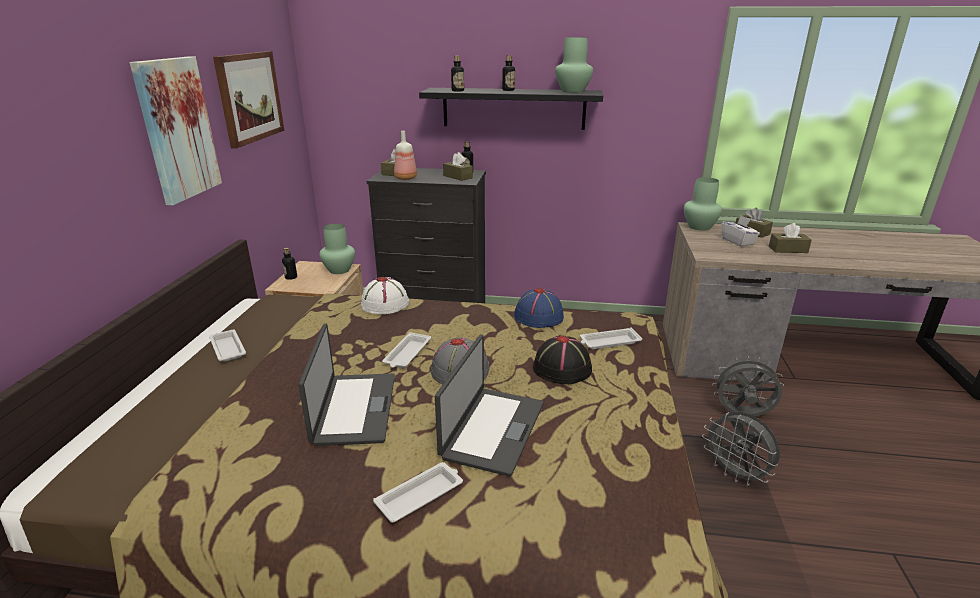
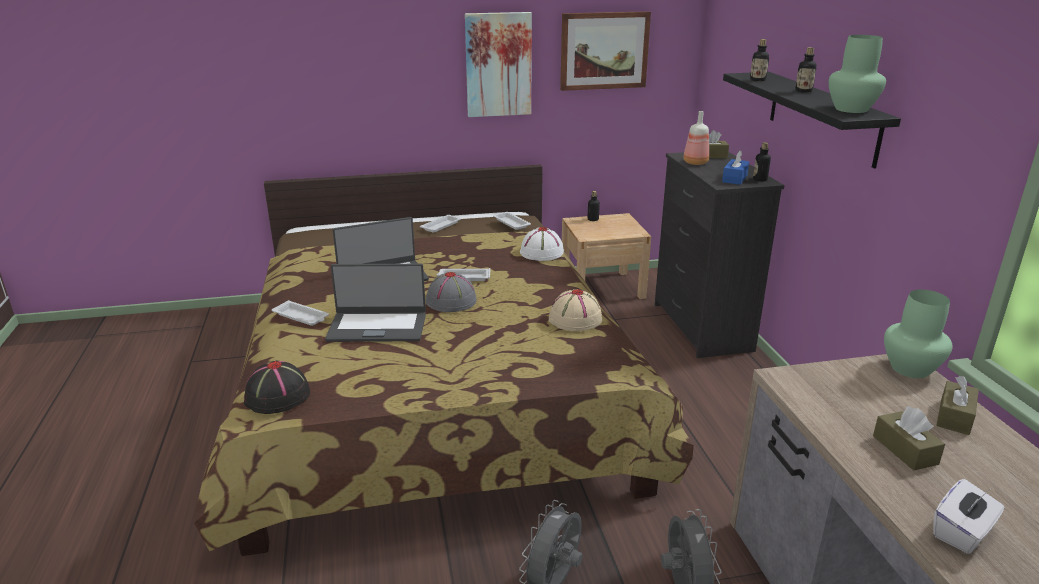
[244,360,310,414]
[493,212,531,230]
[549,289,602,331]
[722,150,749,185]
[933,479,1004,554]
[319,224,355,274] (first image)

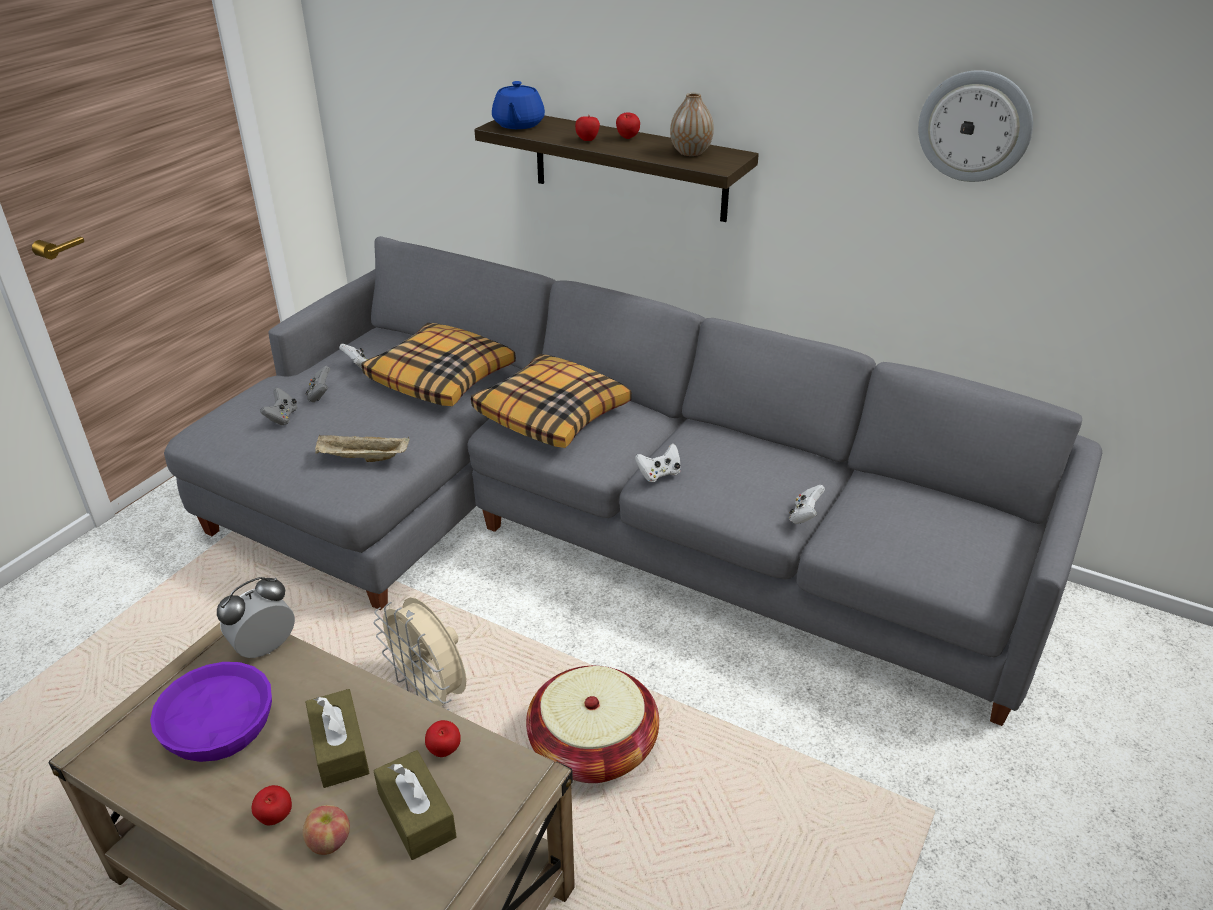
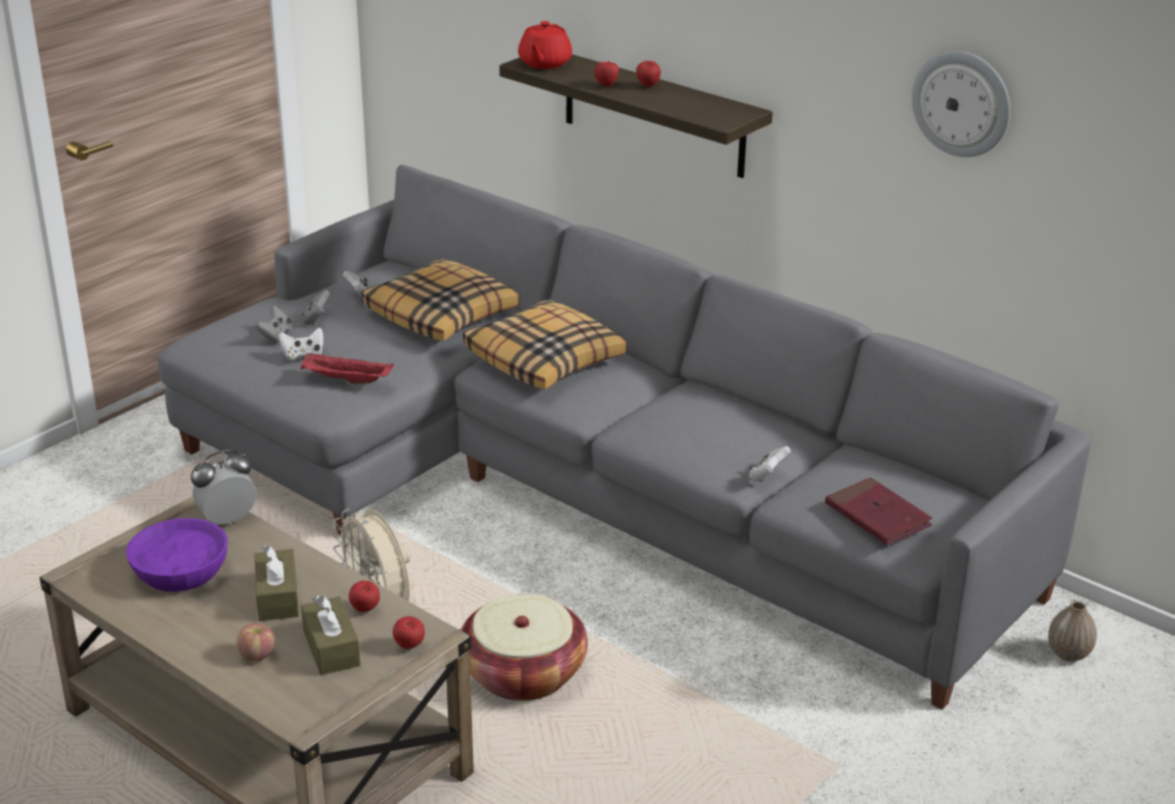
[279,327,323,360]
[301,352,394,384]
[393,616,425,649]
[518,21,572,69]
[825,477,933,545]
[1048,601,1097,662]

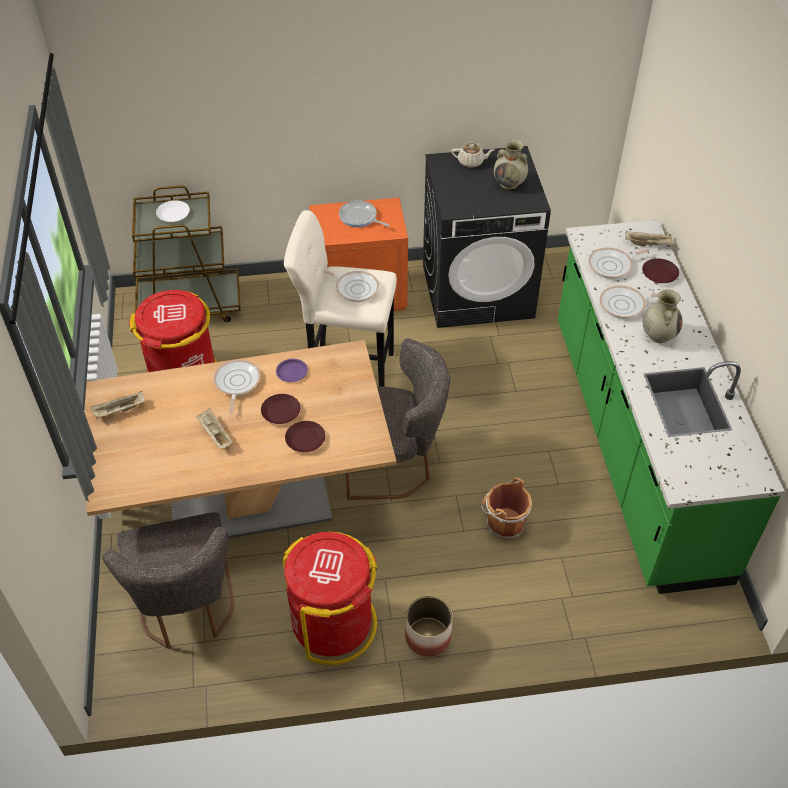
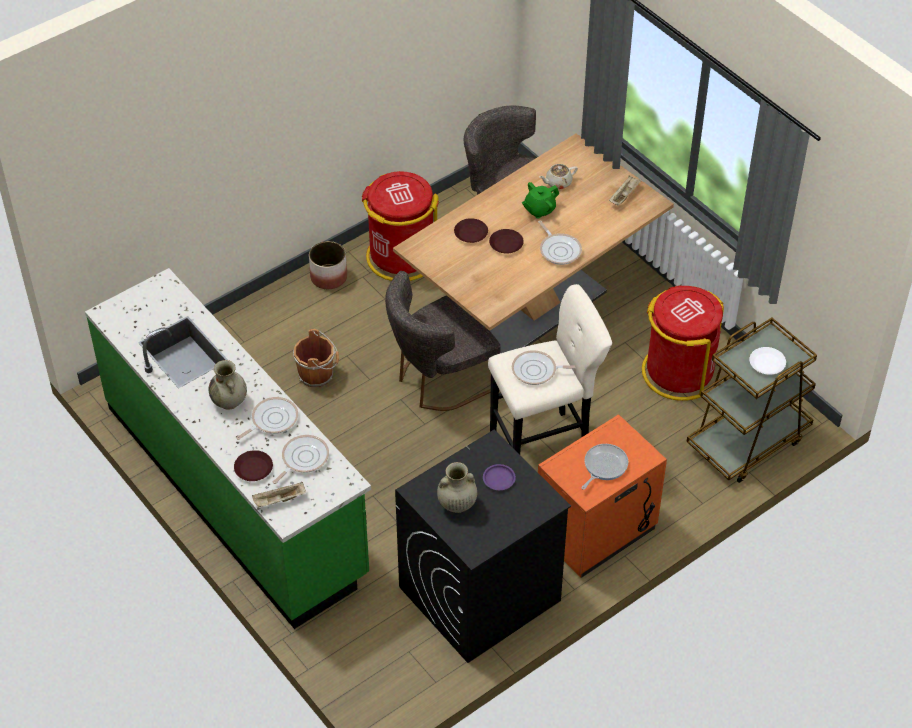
[483,464,516,490]
[522,182,559,219]
[539,164,578,189]
[581,444,628,490]

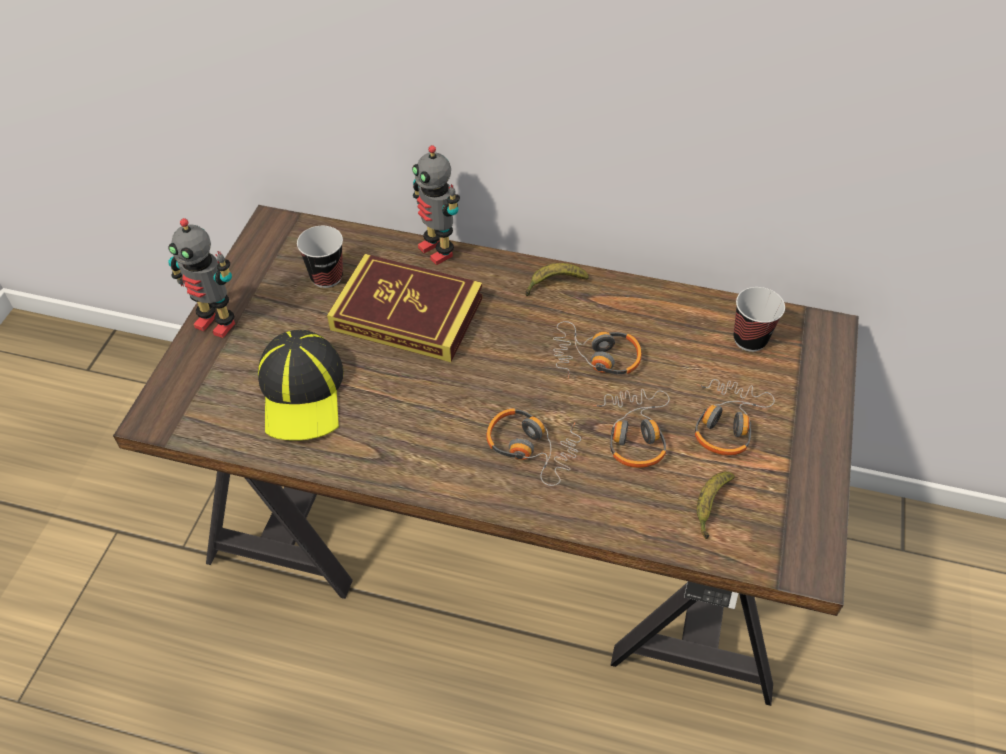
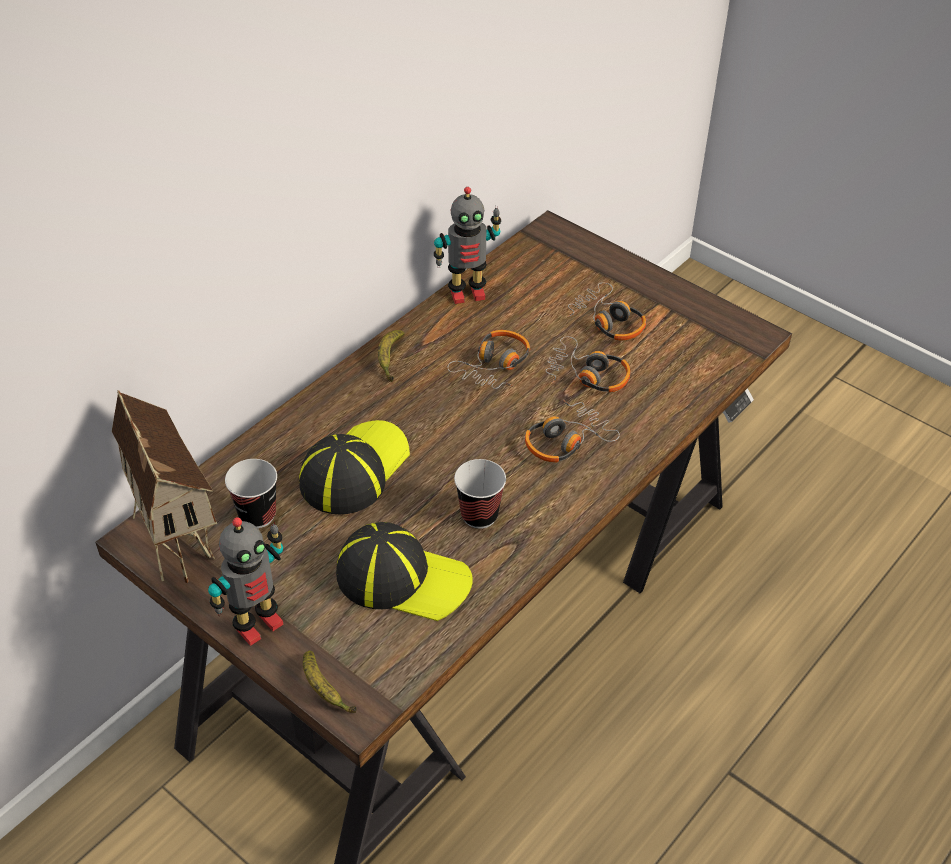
[112,390,217,583]
[299,420,410,514]
[303,650,357,713]
[434,187,501,304]
[454,459,506,529]

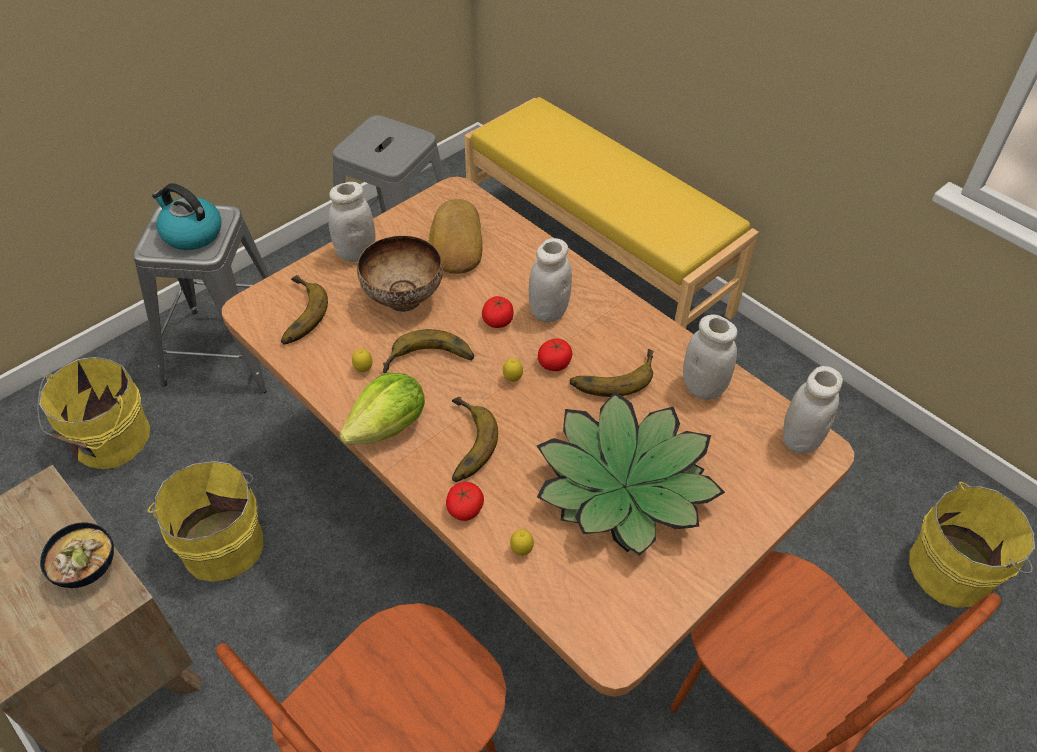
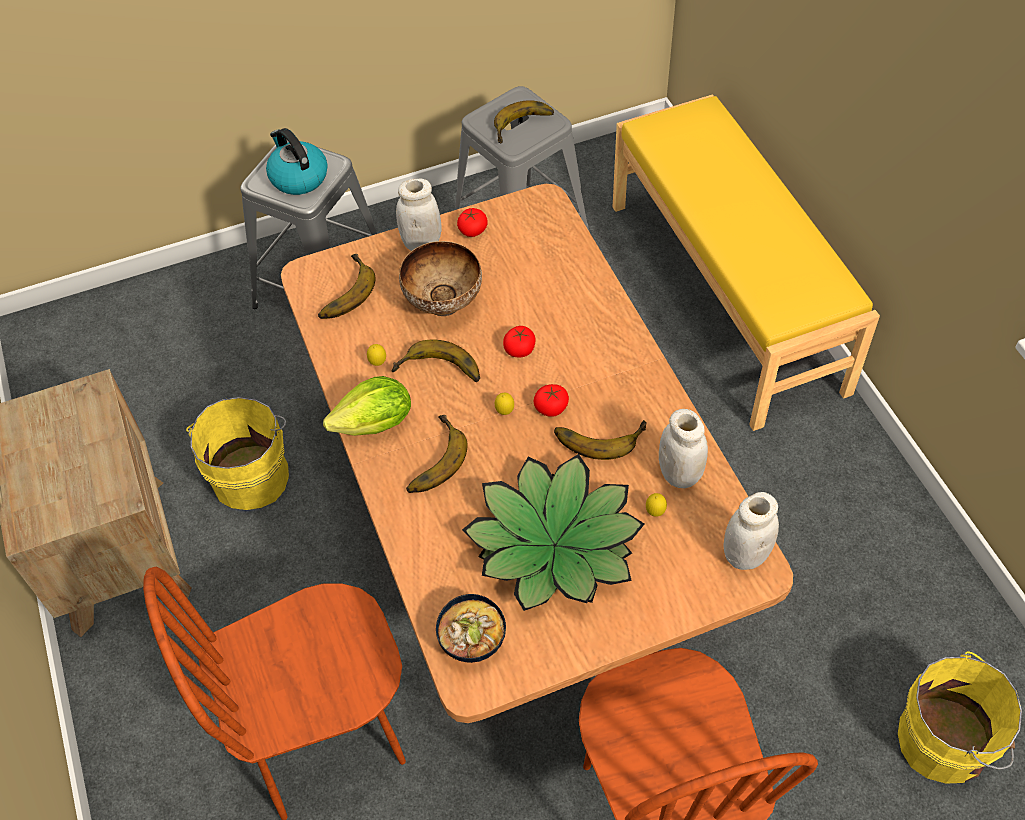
[436,594,506,663]
[457,208,488,237]
[494,100,554,144]
[646,493,667,517]
[37,357,150,469] (first image)
[429,199,483,274] (first image)
[529,238,572,322] (first image)

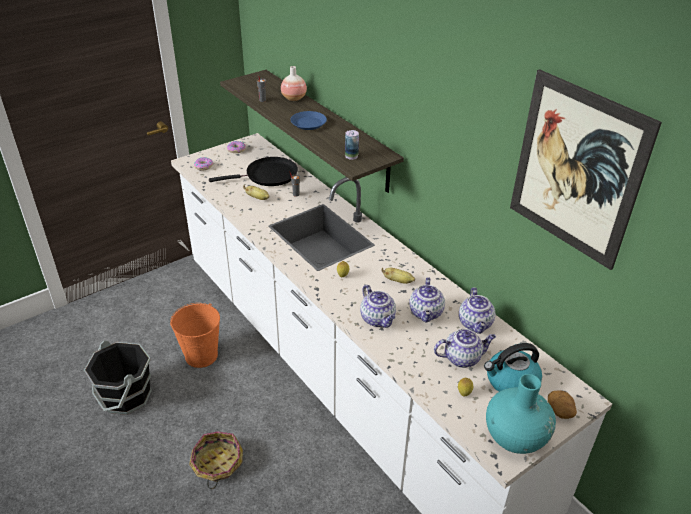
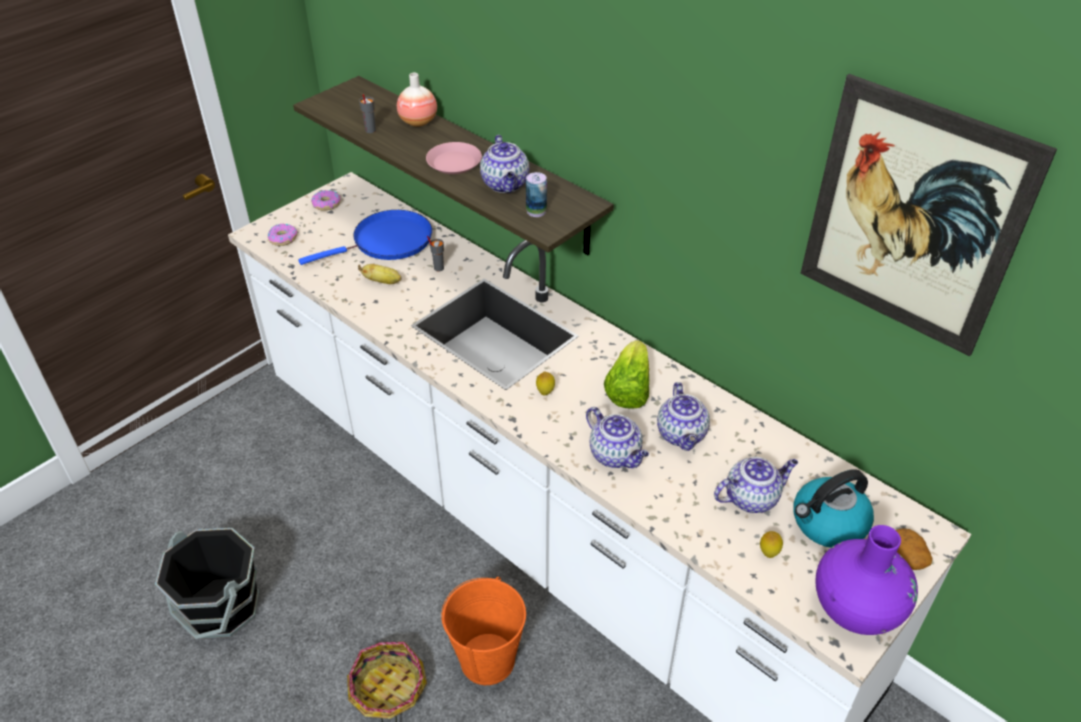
[299,210,432,265]
[426,142,482,174]
[441,577,526,685]
[480,135,529,193]
[604,340,649,409]
[815,525,918,635]

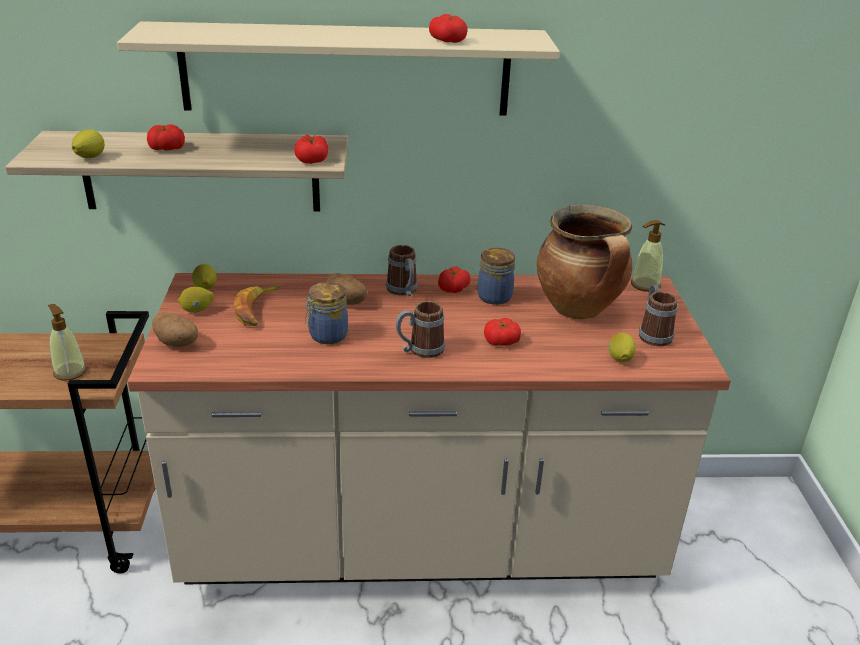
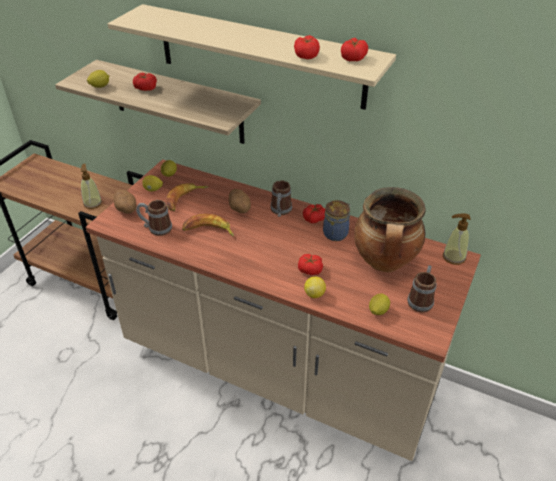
[136,200,172,236]
[182,214,234,237]
[304,277,326,298]
[341,38,368,61]

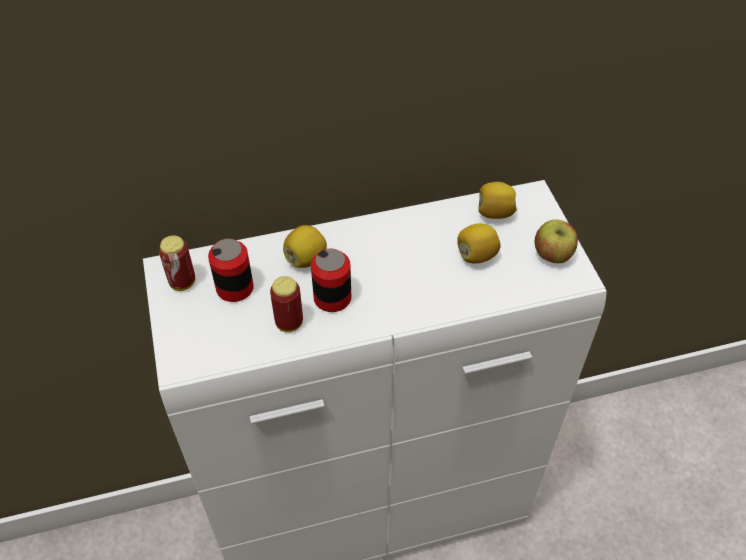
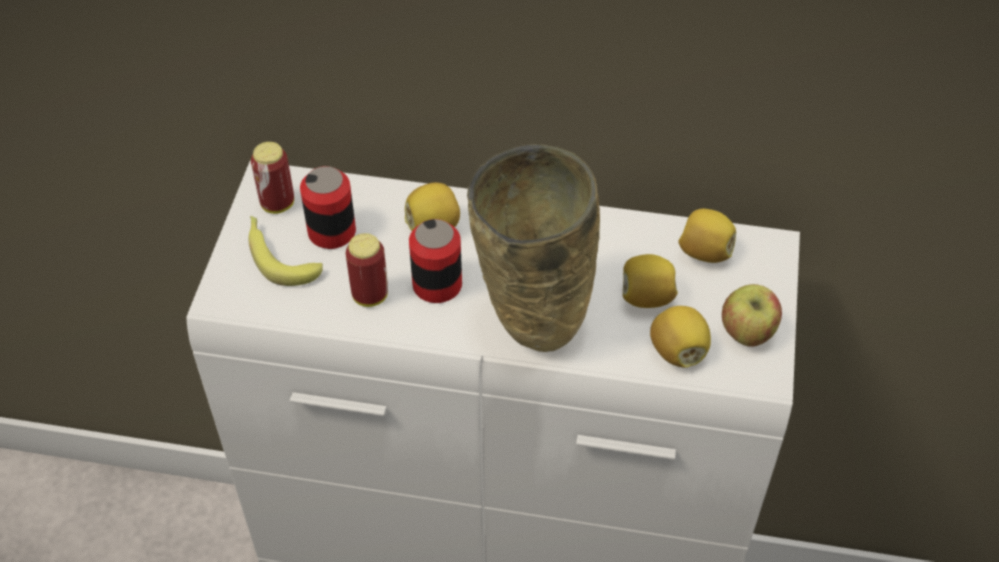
[249,216,323,286]
[467,144,600,352]
[650,306,711,368]

